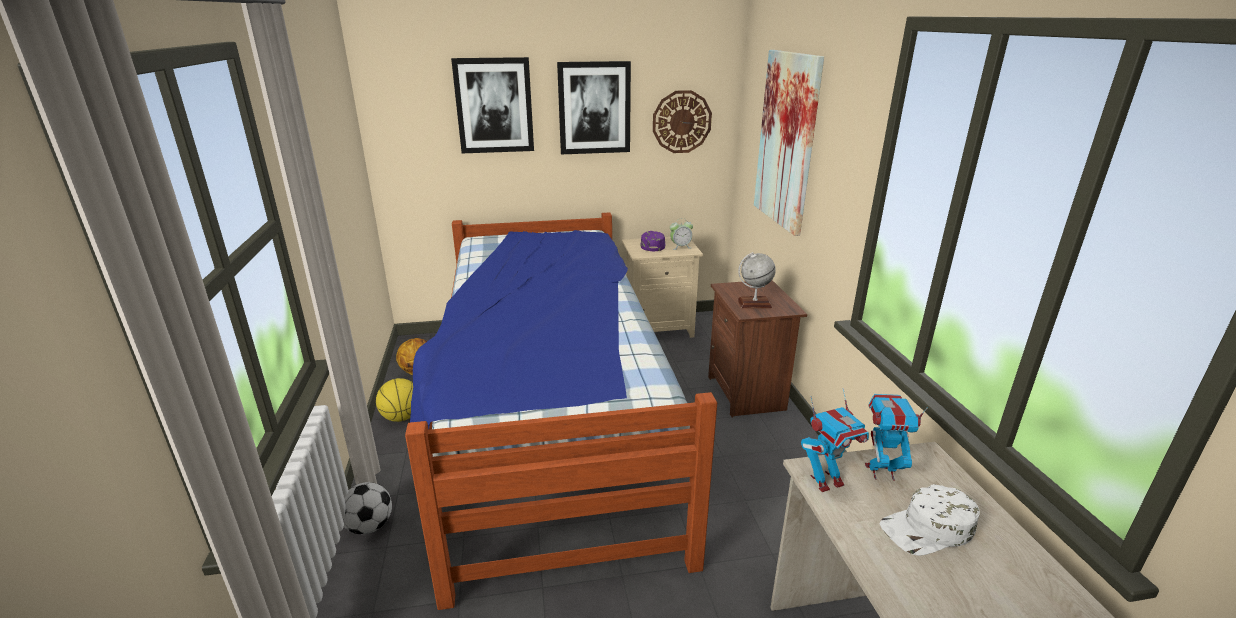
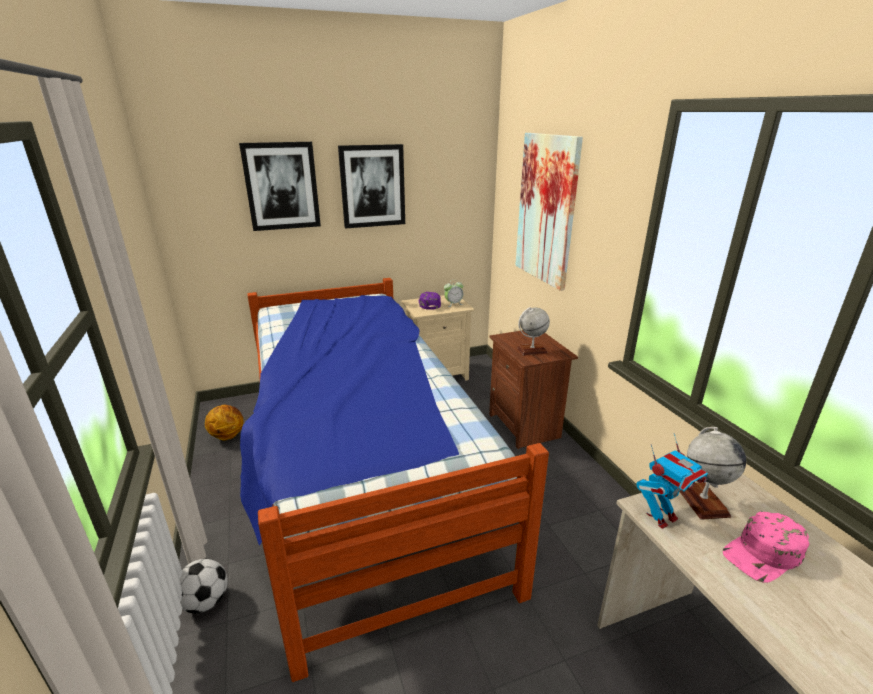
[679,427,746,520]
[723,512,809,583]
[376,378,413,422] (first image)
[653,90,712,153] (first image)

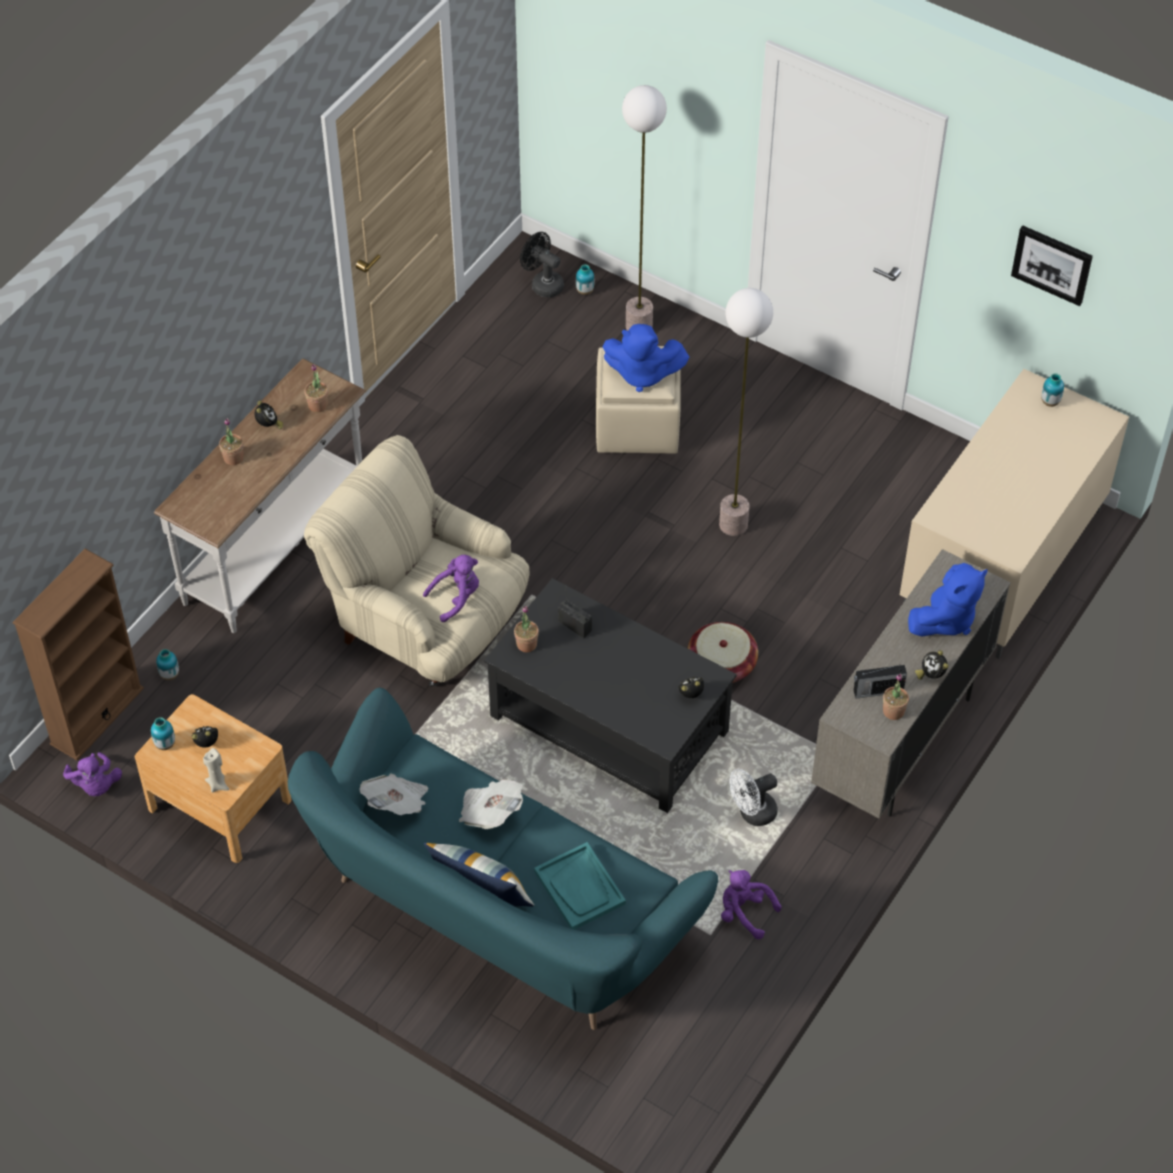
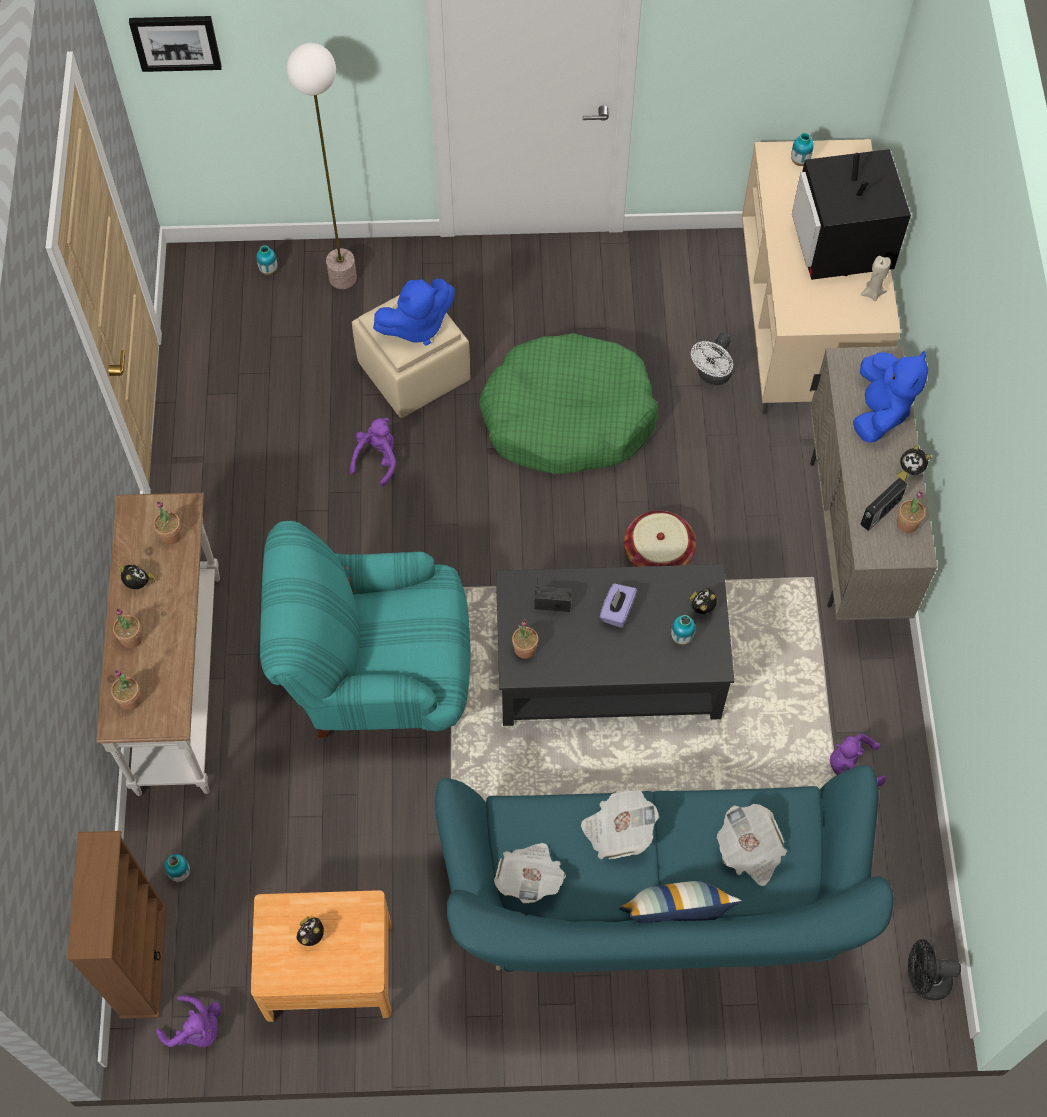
[111,670,141,710]
[129,16,222,72]
[260,521,470,738]
[349,418,396,487]
[479,333,658,474]
[600,583,637,628]
[671,615,695,645]
[691,333,733,385]
[717,804,787,886]
[792,149,911,280]
[861,256,891,301]
[908,939,961,1001]

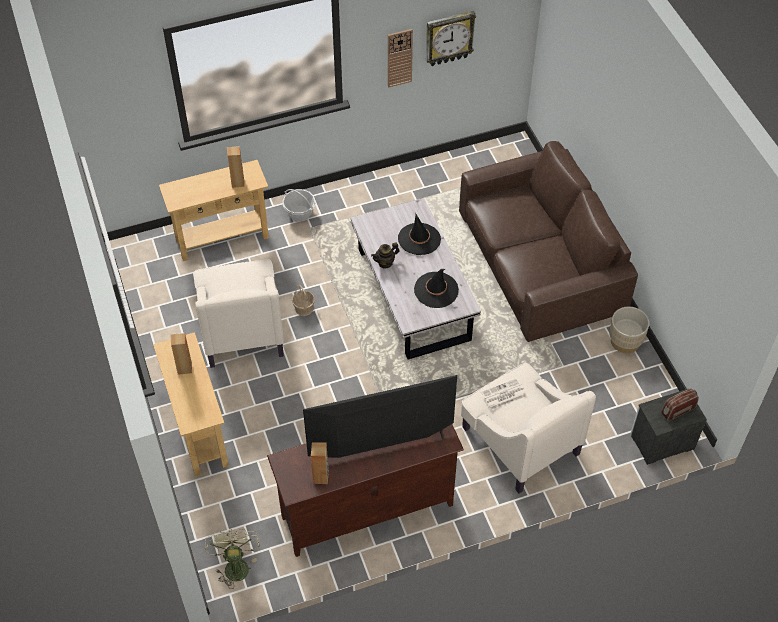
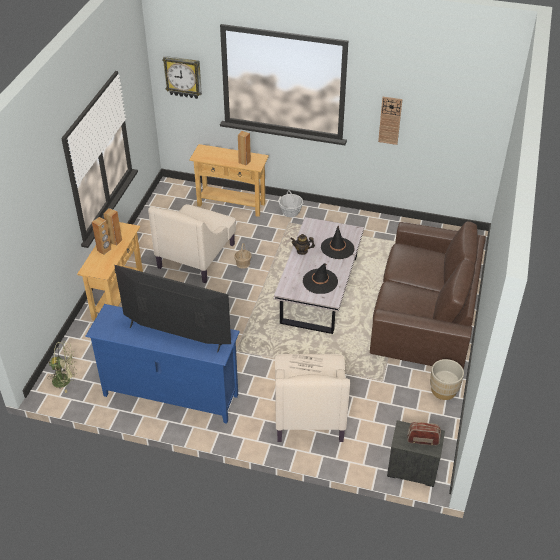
[47,342,77,393]
[85,304,240,424]
[92,217,111,255]
[162,56,202,99]

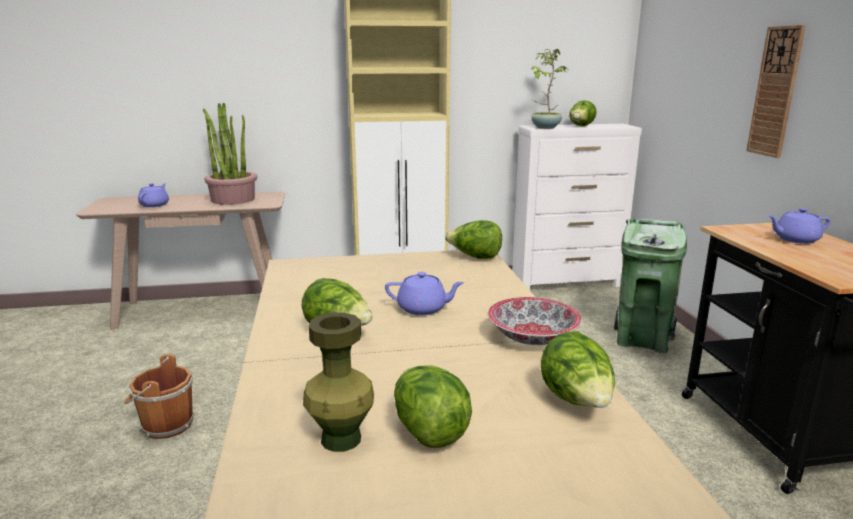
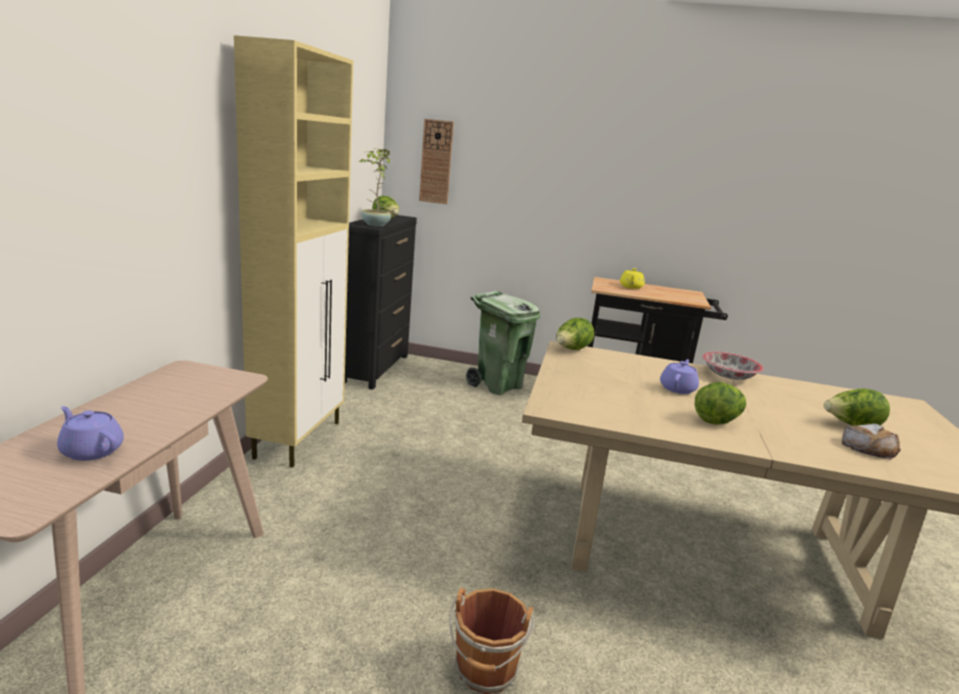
[345,215,417,390]
[419,119,454,204]
[620,268,645,289]
[842,423,901,460]
[203,102,257,205] (first image)
[541,331,615,408] (first image)

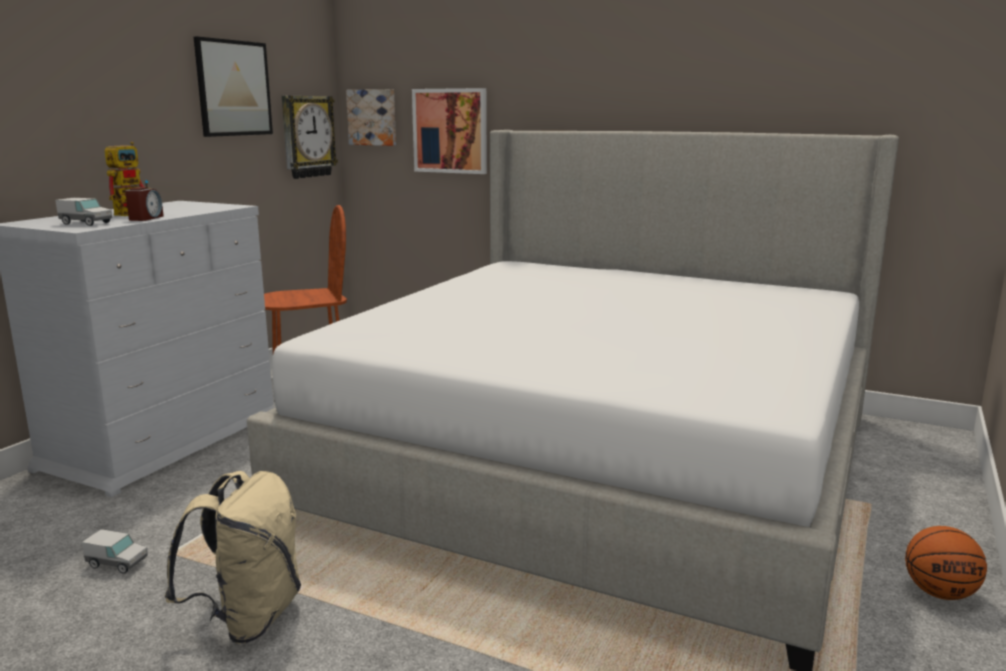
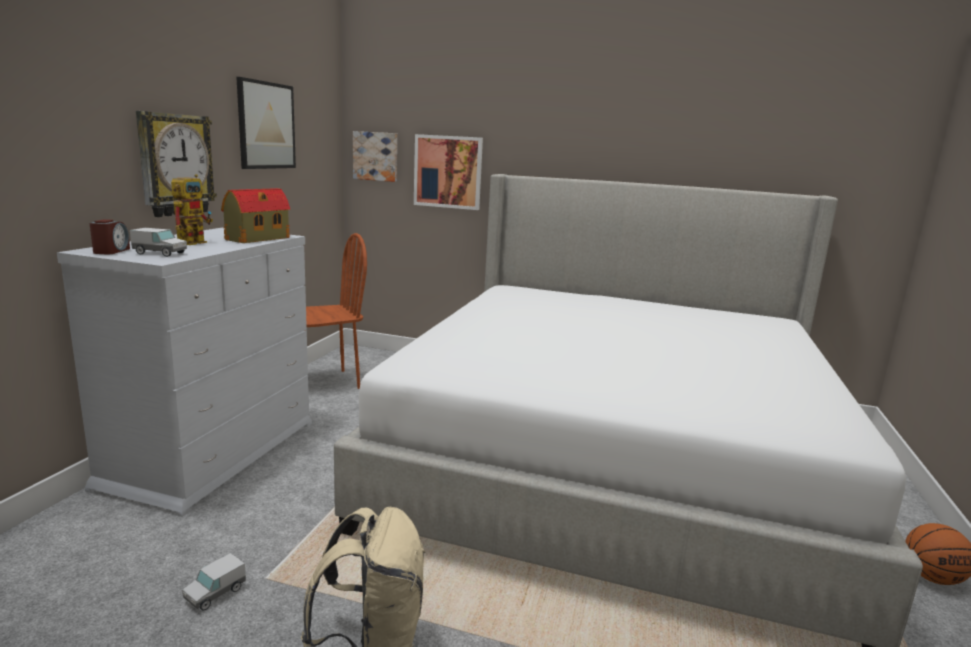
[89,219,130,255]
[136,111,217,217]
[182,553,246,611]
[221,188,290,243]

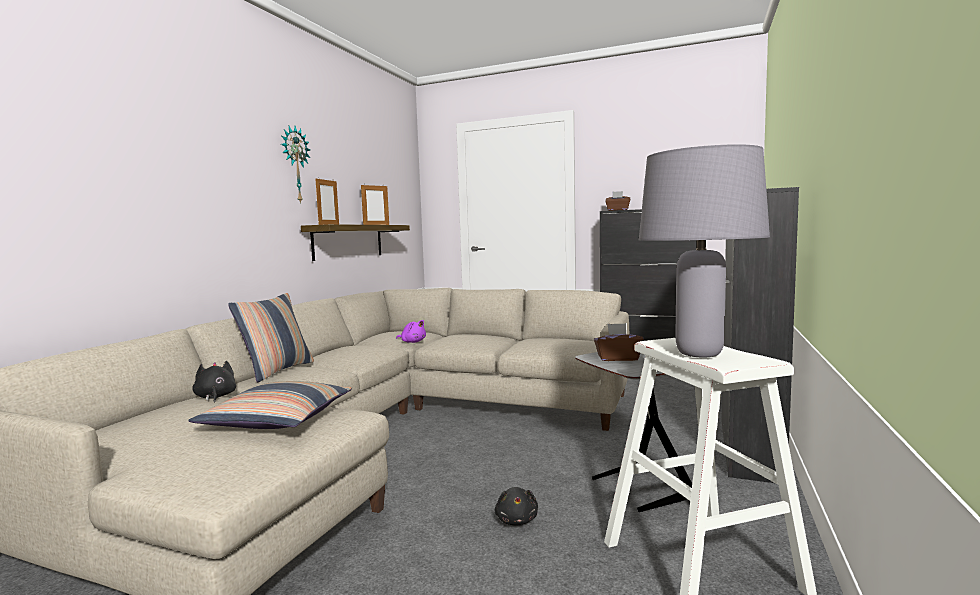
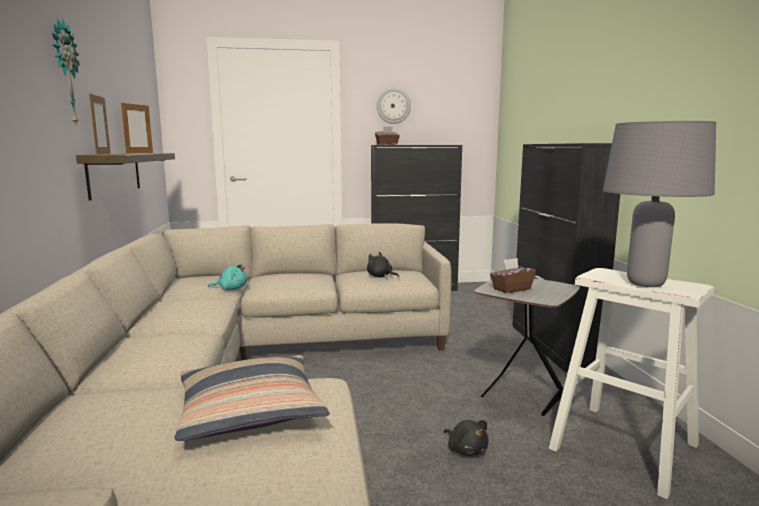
[208,264,247,290]
[367,252,399,278]
[377,88,411,124]
[228,293,314,382] (first image)

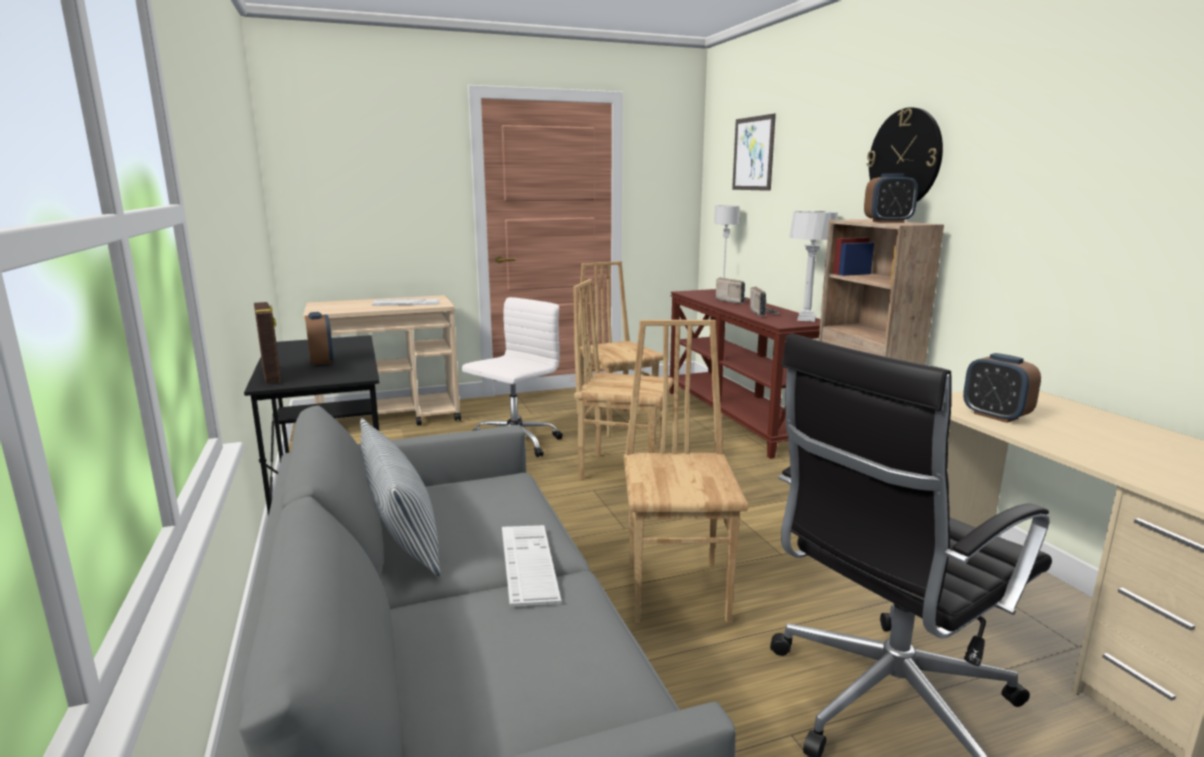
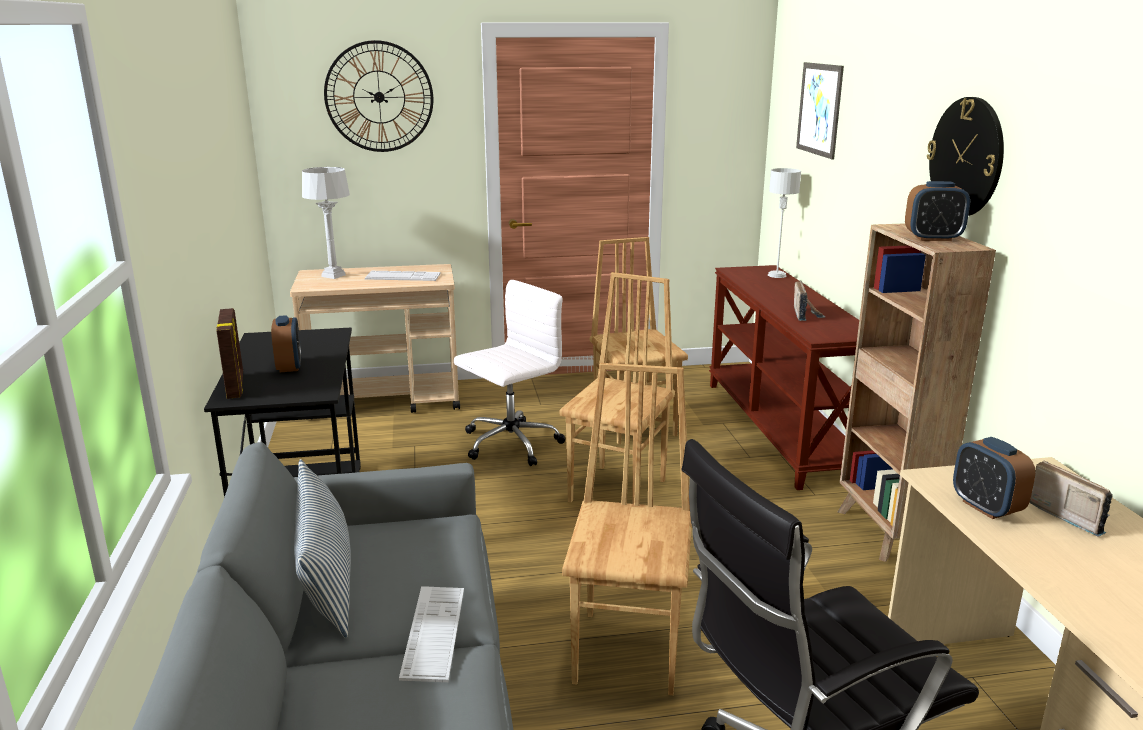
[302,167,350,279]
[324,40,433,152]
[559,272,675,504]
[1029,460,1113,537]

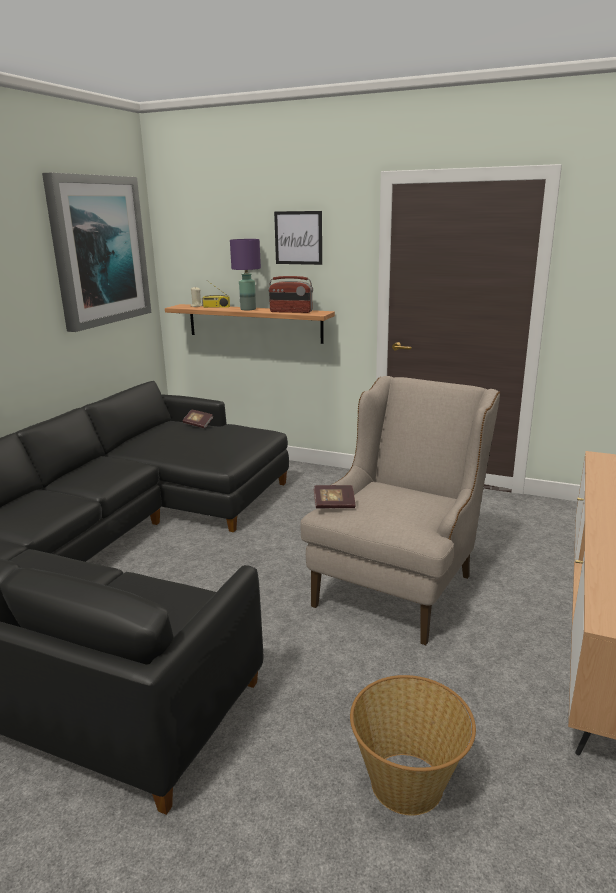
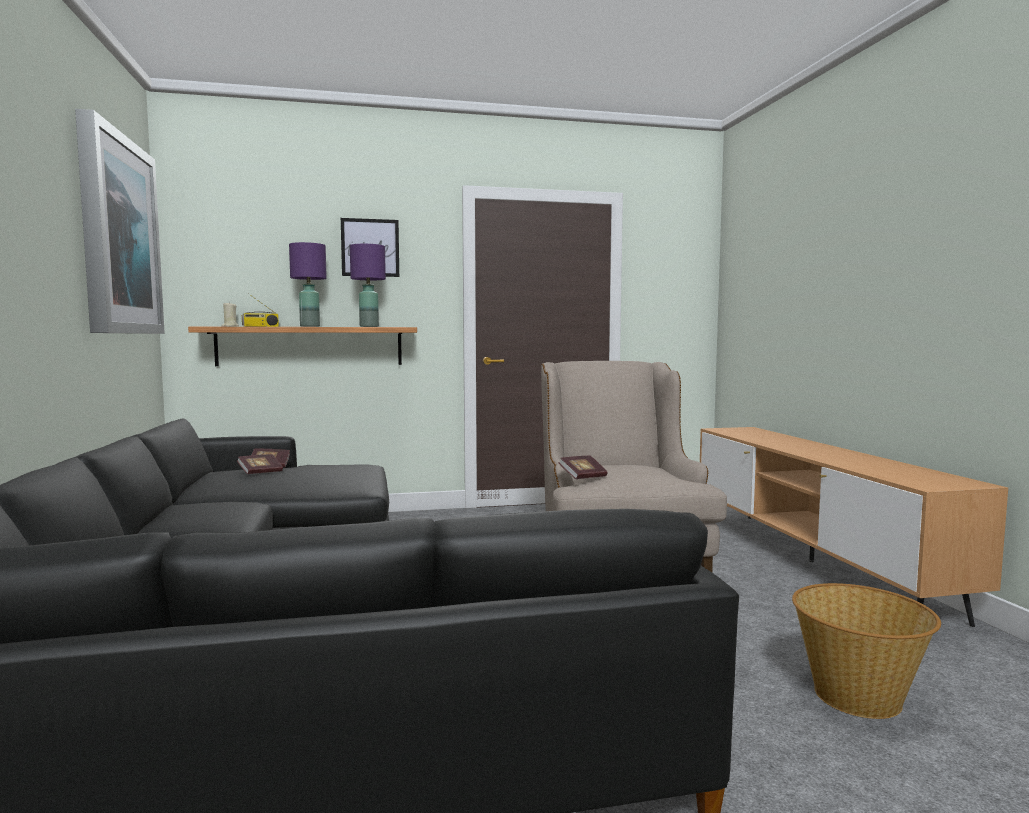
[237,454,283,474]
[350,244,386,327]

